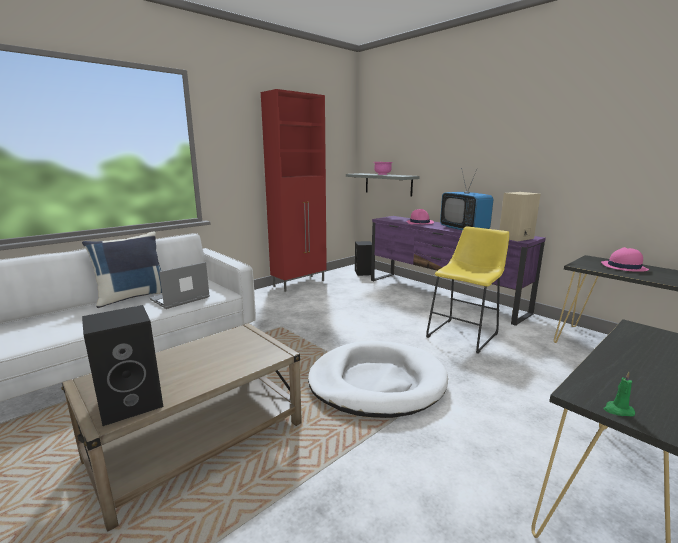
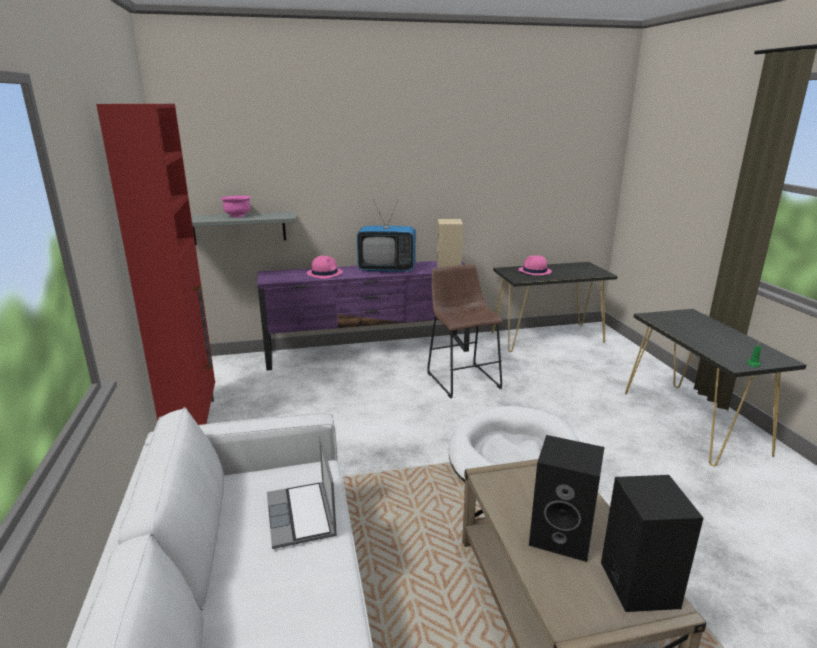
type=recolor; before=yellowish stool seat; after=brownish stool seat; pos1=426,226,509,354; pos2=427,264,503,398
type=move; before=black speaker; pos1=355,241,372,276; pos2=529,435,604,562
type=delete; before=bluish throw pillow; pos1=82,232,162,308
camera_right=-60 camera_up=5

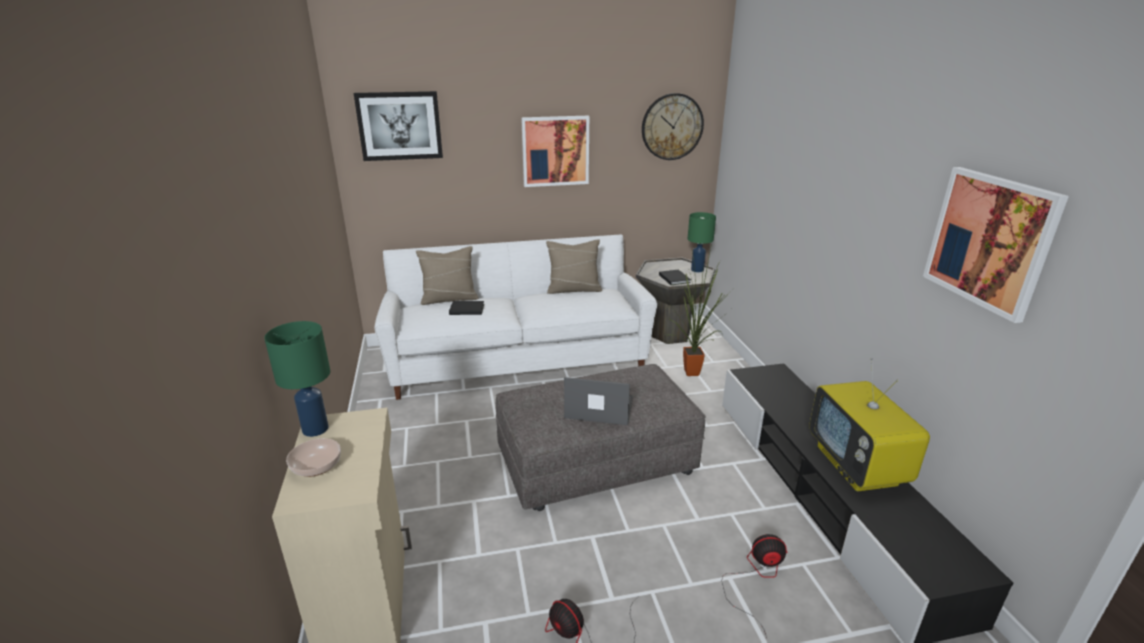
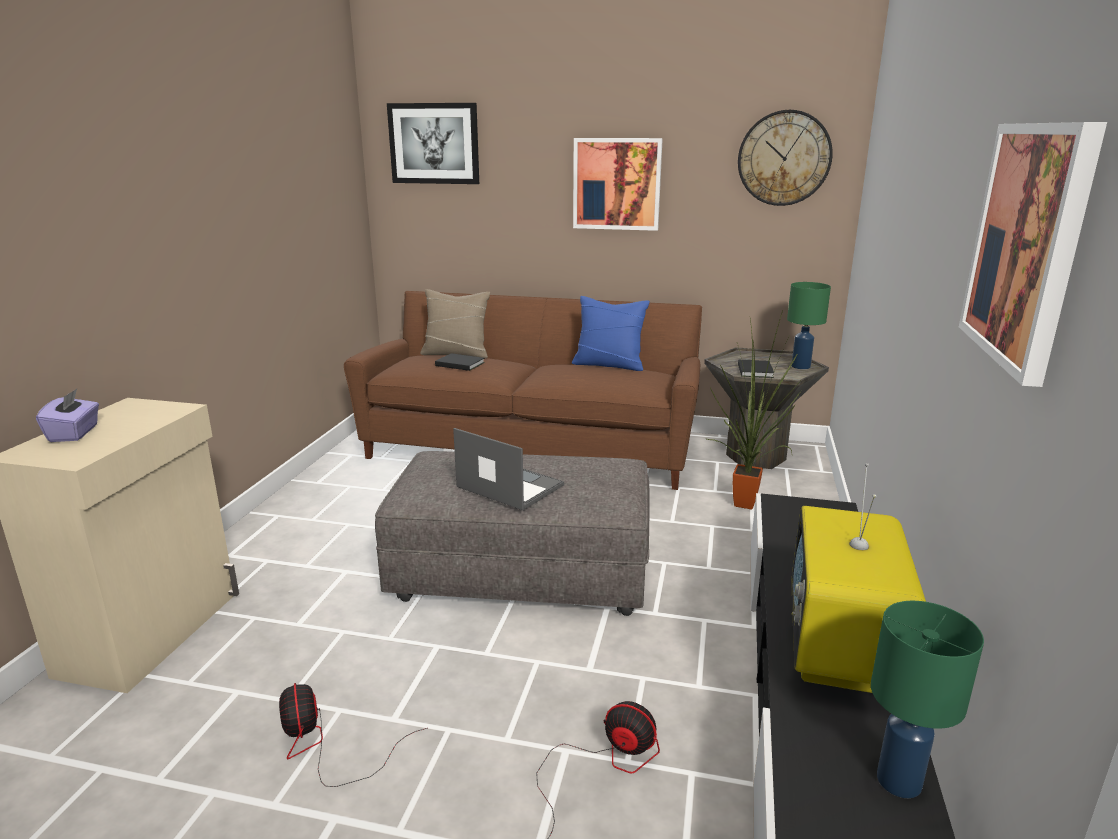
type=replace; before=bowl; after=purplish box of tissues; pos1=286,438,341,477; pos2=36,389,99,442
type=recolor; before=white settee; after=brownish settee; pos1=375,234,657,400; pos2=344,291,702,490
type=recolor; before=beige throw pillow; after=bluish throw pillow; pos1=546,239,602,294; pos2=572,296,650,371
type=move; before=green-coloured tabletop lamp; pos1=264,321,330,437; pos2=871,601,984,798
camera_right=25 camera_up=-5

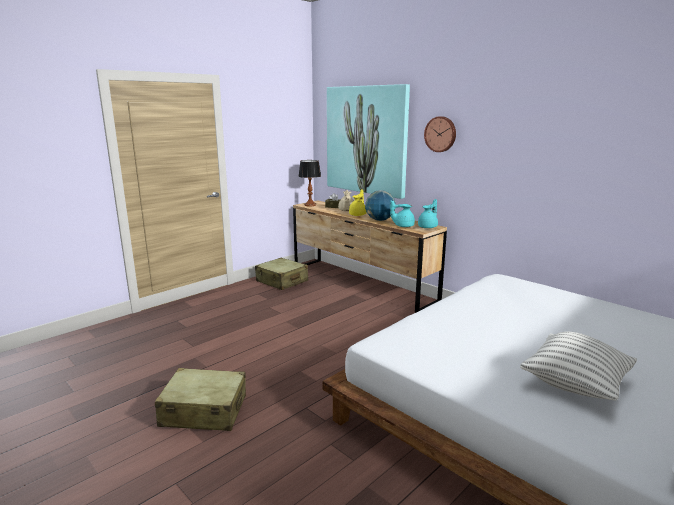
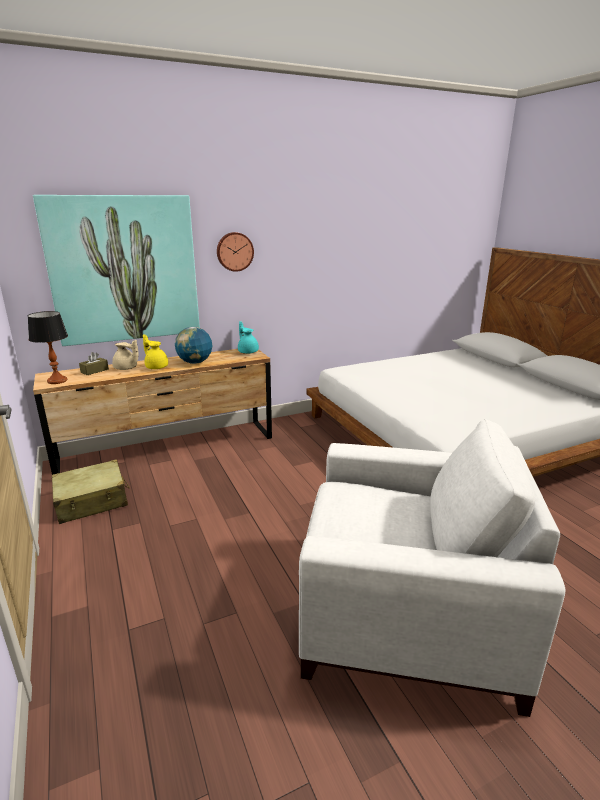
type=replace; before=beige piece of luggage; after=white easy chair; pos1=155,368,246,431; pos2=299,419,566,717
type=delete; before=turquoise-coloured teapot; pos1=390,200,415,227
type=delete; before=throw pillow; pos1=520,332,637,400
camera_right=-70 camera_up=5

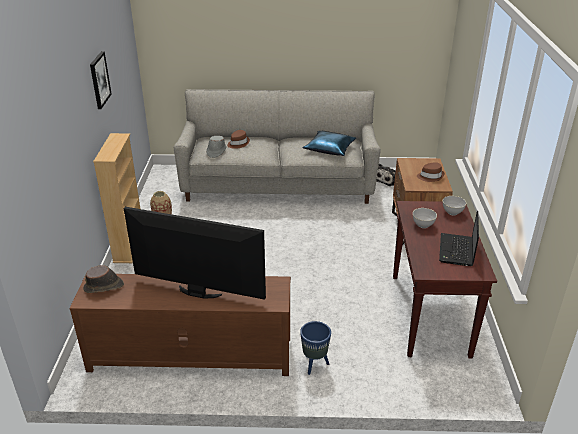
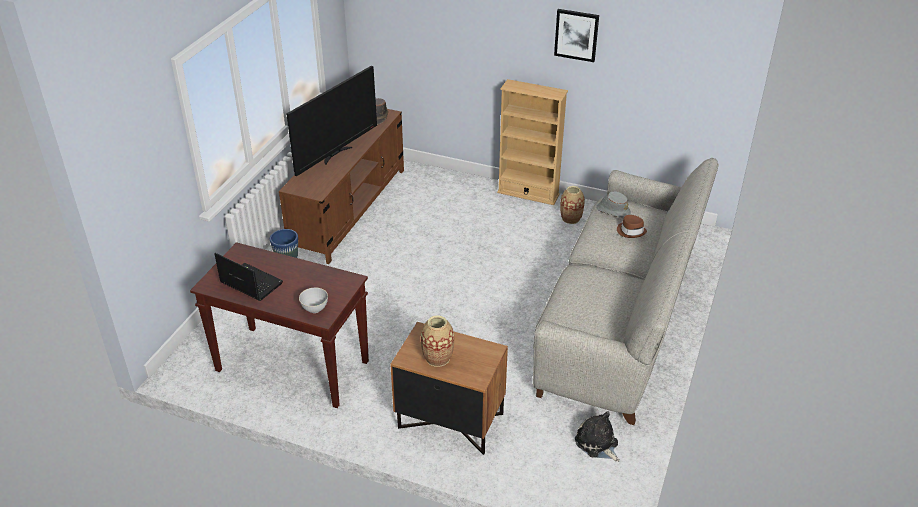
type=replace; before=brownish hat; after=vase; pos1=417,162,445,182; pos2=421,315,454,367
type=delete; before=bluish throw pillow; pos1=302,131,356,156
type=delete; before=grey bowl; pos1=413,208,437,228
camera_right=110 camera_up=5

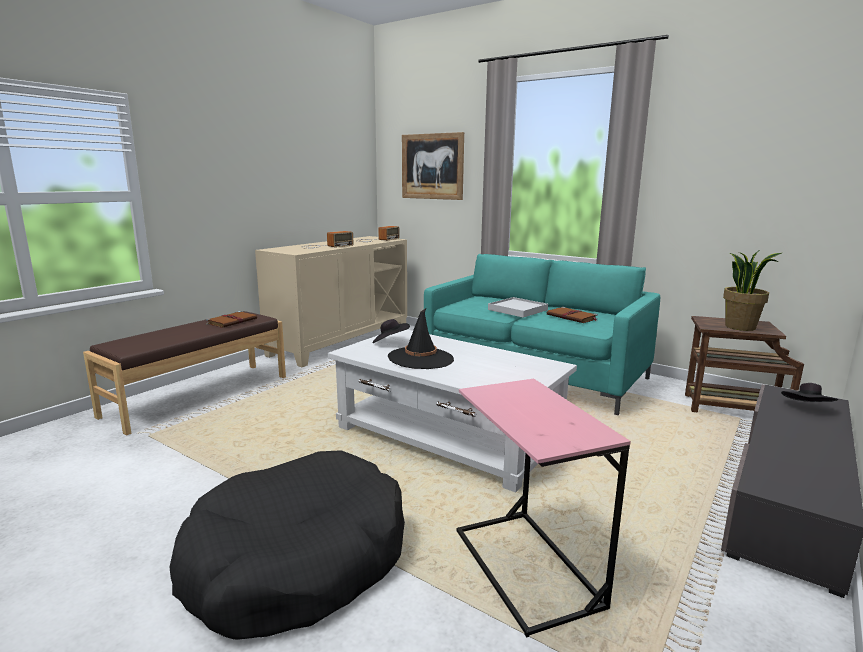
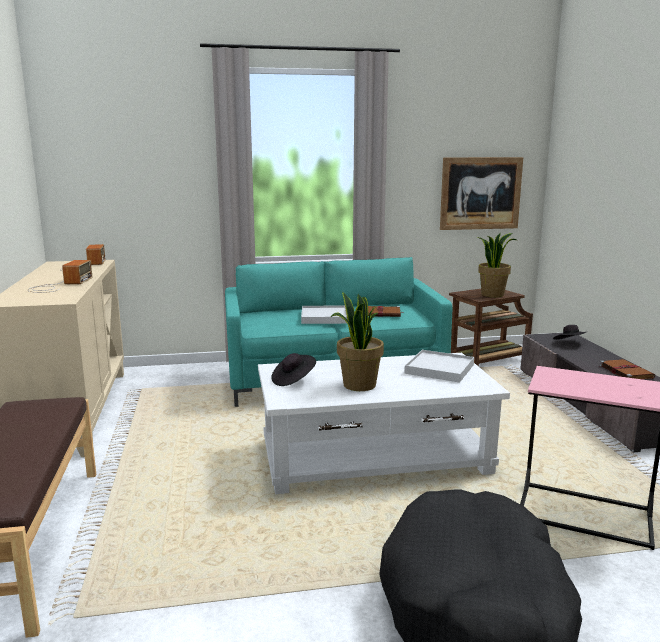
type=replace; before=black hat; after=potted plant; pos1=388,308,454,369; pos2=331,292,384,391
type=insert; after=white serving tray; pos2=404,350,474,383
type=move; before=picture; pos1=402,132,464,200; pos2=440,157,523,230
type=move; before=brownish bound book; pos1=206,311,257,328; pos2=599,359,655,379
camera_right=-45 camera_up=0

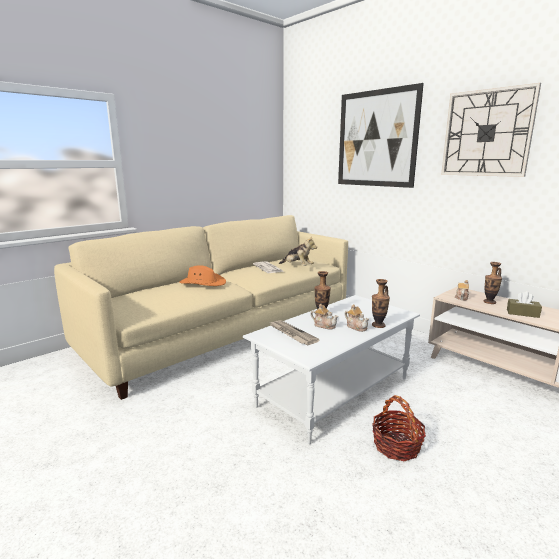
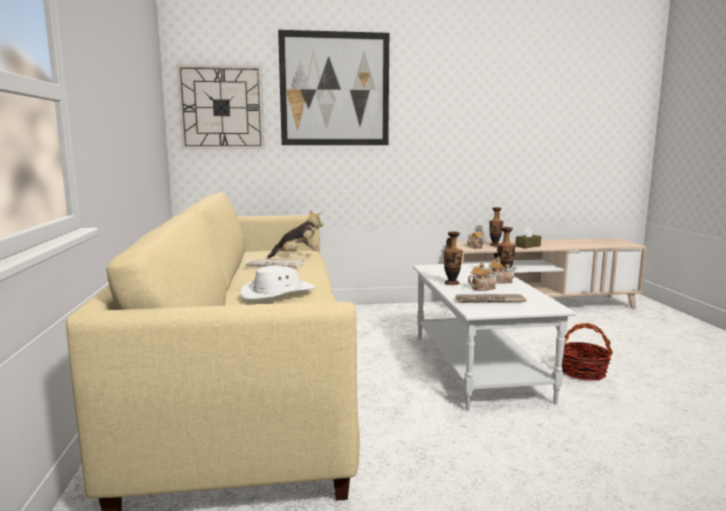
type=move; before=clock on the wall; pos1=441,83,541,177; pos2=176,64,264,149
type=recolor; before=orangey hat; after=white hat; pos1=179,265,226,286; pos2=240,266,315,300
camera_right=-55 camera_up=-5

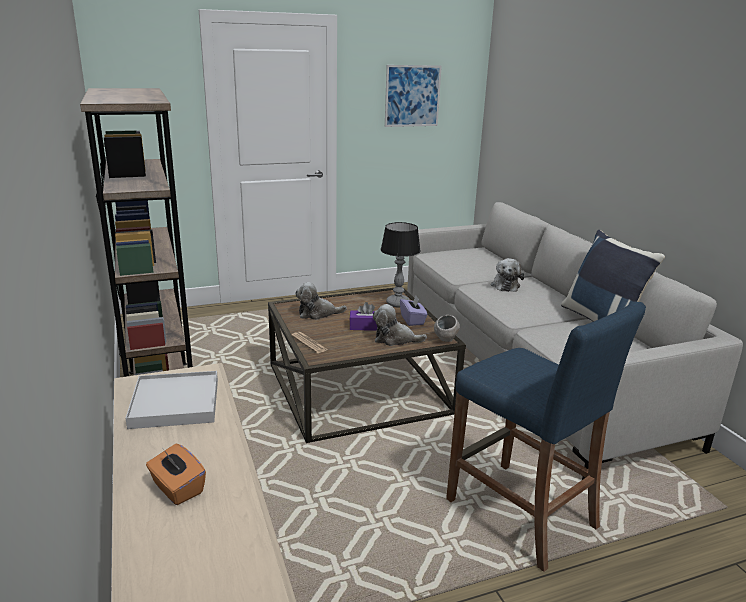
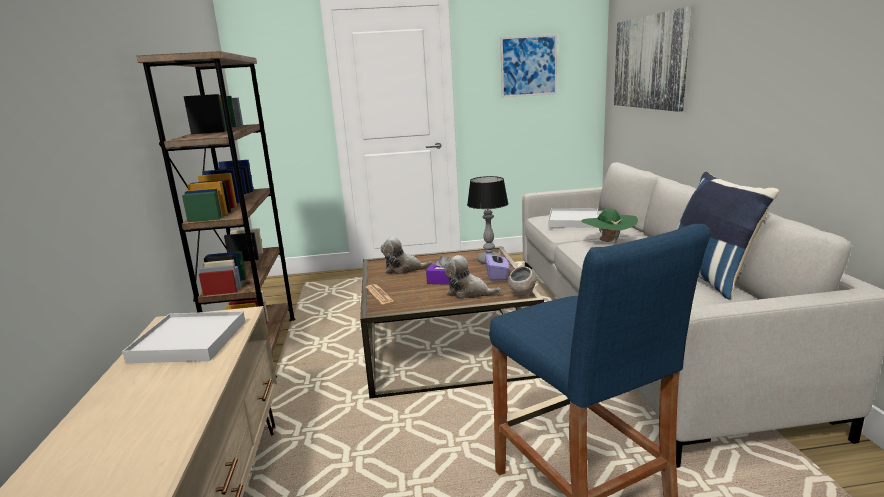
type=insert; after=white serving tray; pos2=548,208,598,228
type=replace; before=soft toy; after=green-coloured hat; pos1=491,258,524,292; pos2=581,209,638,243
type=insert; after=picture; pos2=614,7,692,112
type=delete; before=orangey box of tissues; pos1=146,444,206,505
camera_right=15 camera_up=-5

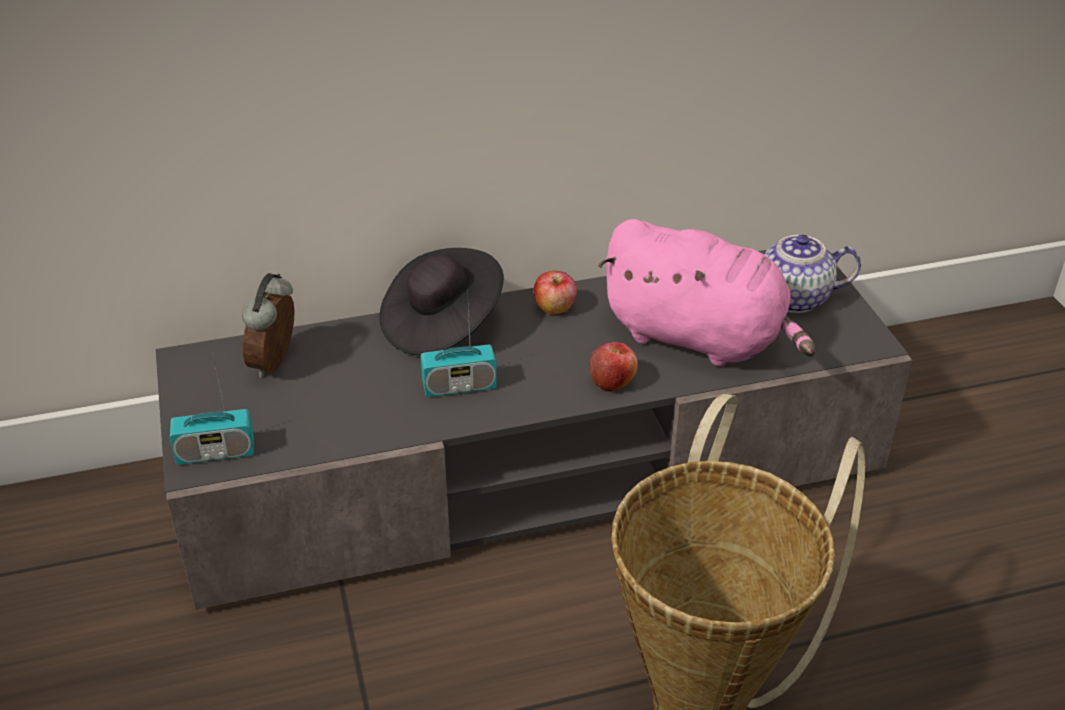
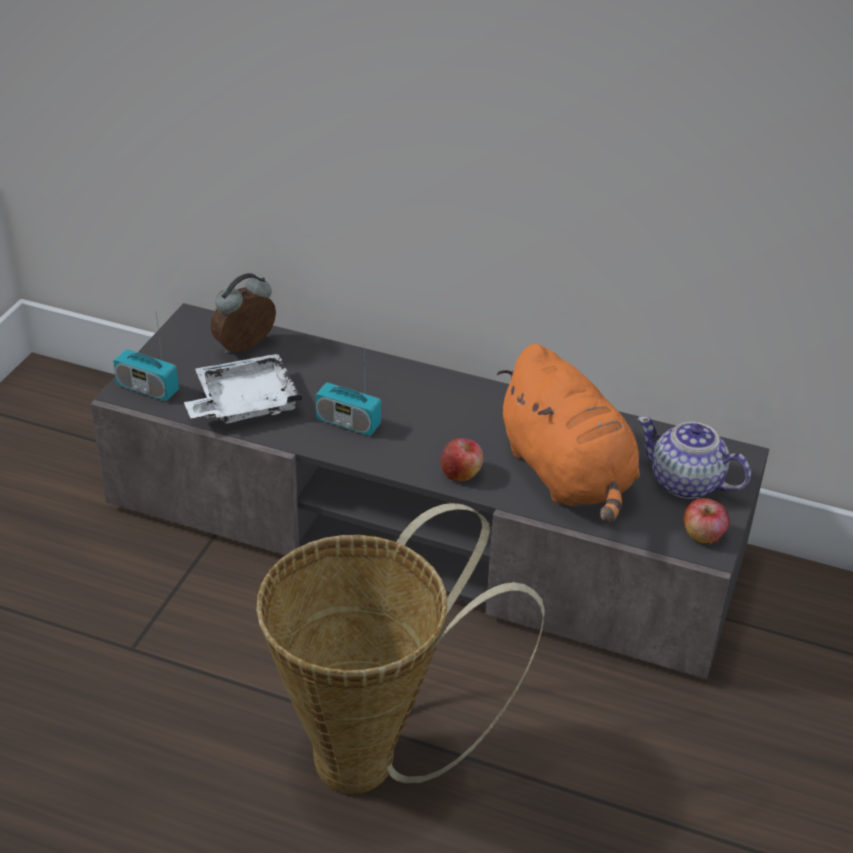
type=insert; after=white serving tray; pos2=184,354,302,424
type=recolor; before=pink soft toy; after=orangey soft toy; pos1=598,219,816,366; pos2=497,344,640,524
type=move; before=whole apple; pos1=533,271,577,315; pos2=684,498,729,544
type=delete; before=black hat; pos1=379,248,504,355
camera_right=35 camera_up=0

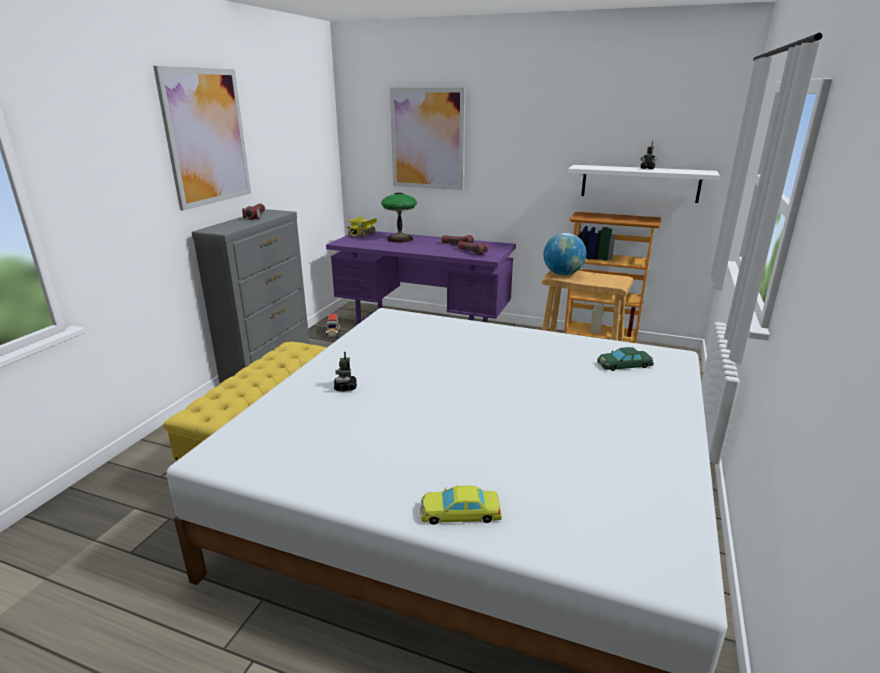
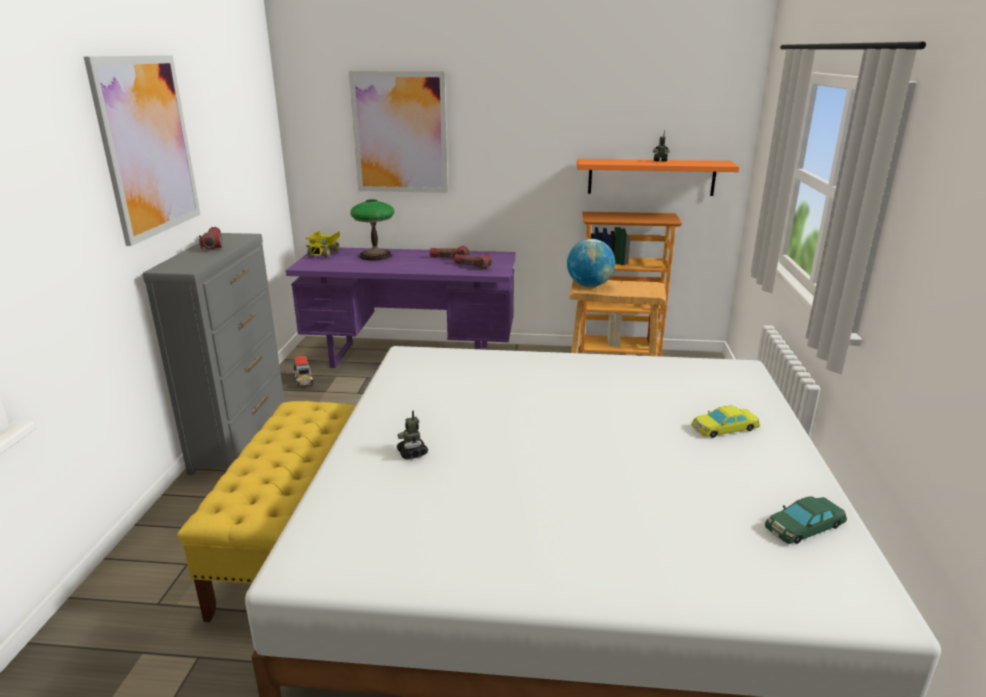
type=recolor; before=white shelf; after=orangey shelf; pos1=568,165,720,203; pos2=577,159,739,196
type=move; before=yellowish miniature car; pos1=420,486,502,525; pos2=692,406,760,438
type=move; before=green-coloured miniature car; pos1=597,347,654,371; pos2=765,496,847,544
camera_right=-15 camera_up=0

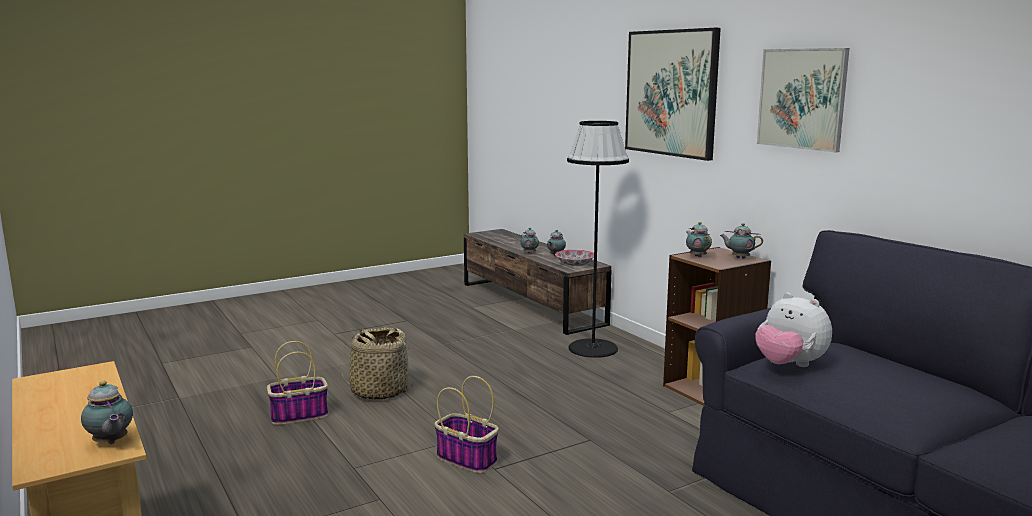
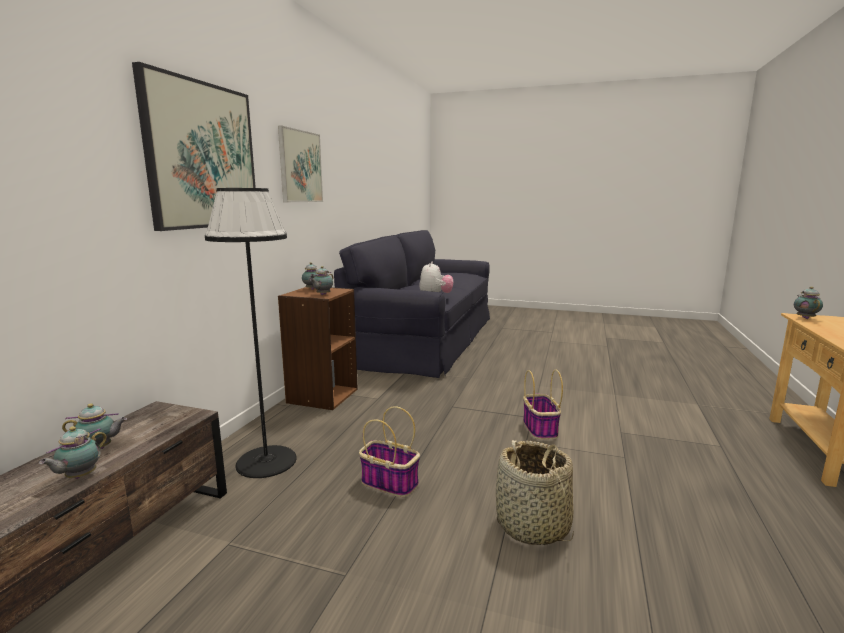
type=move; before=household basket; pos1=267,341,328,425; pos2=359,406,420,497
type=delete; before=bowl; pos1=555,250,594,266
camera_right=-130 camera_up=0

